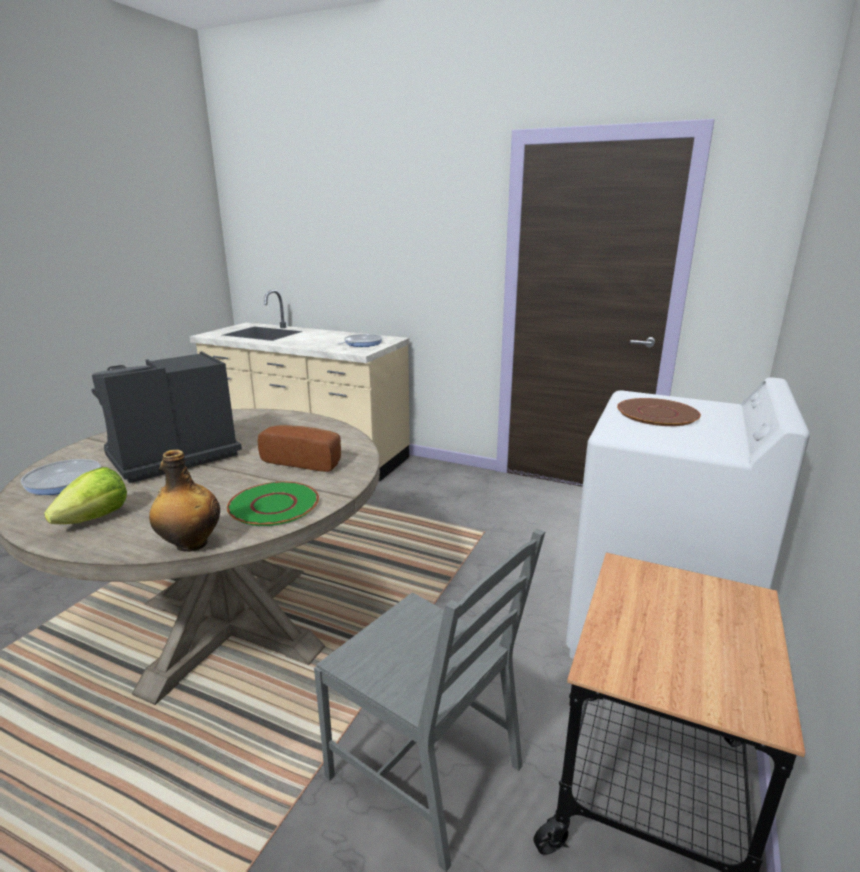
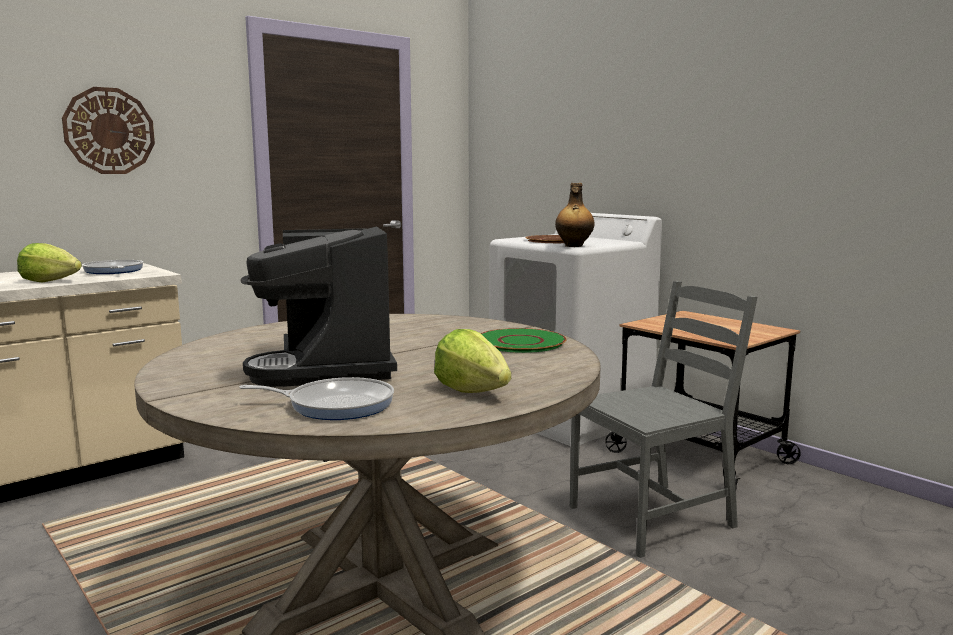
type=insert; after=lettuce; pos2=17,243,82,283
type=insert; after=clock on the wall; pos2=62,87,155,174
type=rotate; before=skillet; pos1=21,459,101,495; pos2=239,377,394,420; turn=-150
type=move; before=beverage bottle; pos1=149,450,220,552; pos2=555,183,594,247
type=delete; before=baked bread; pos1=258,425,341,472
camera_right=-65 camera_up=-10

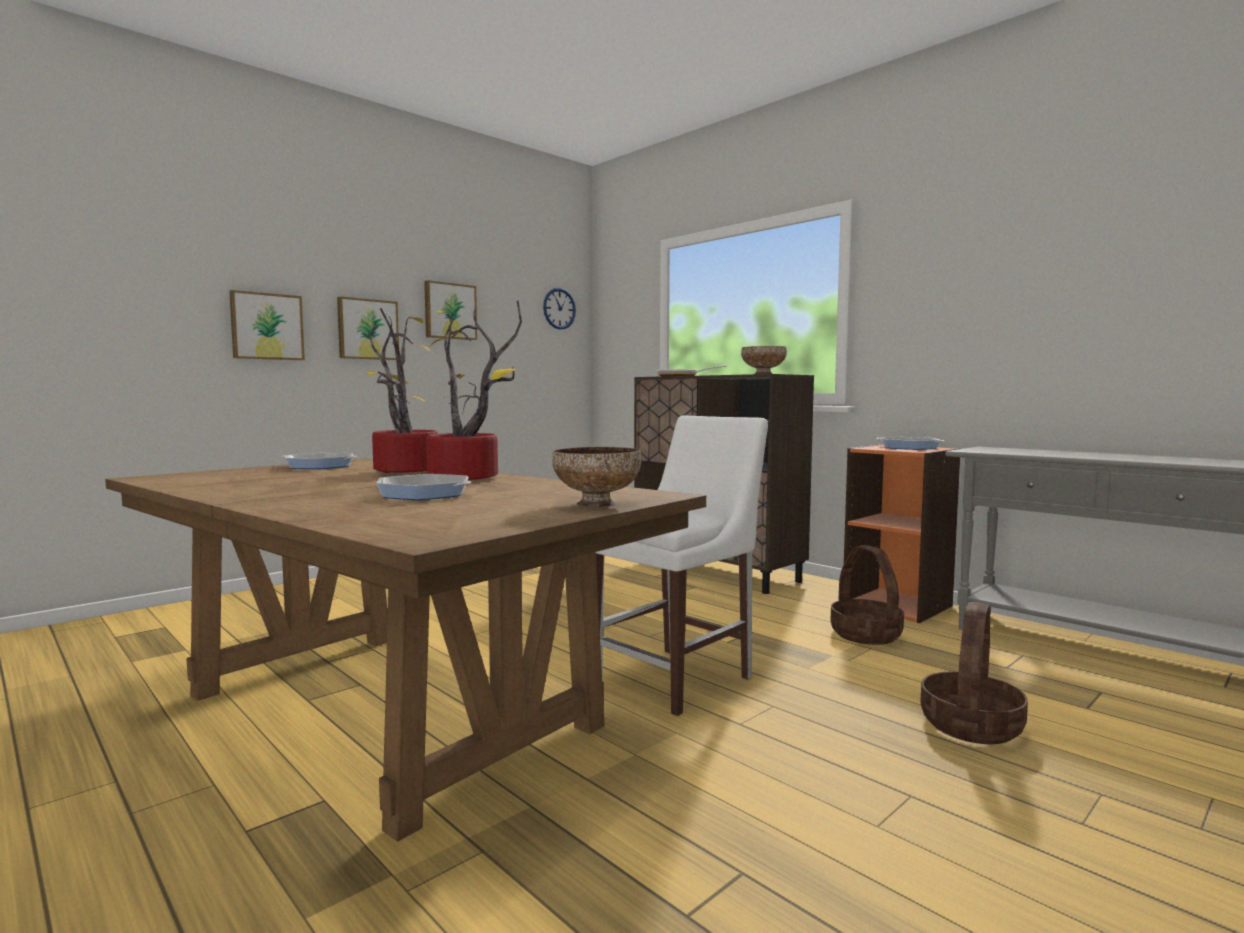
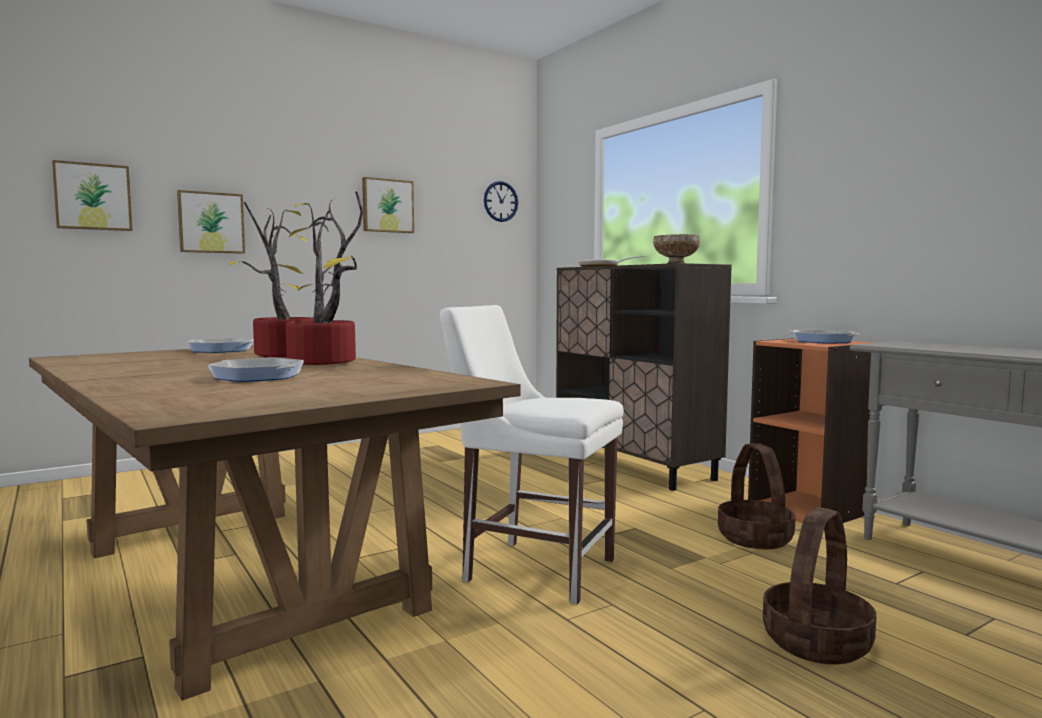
type=move; before=picture; pos1=337,296,399,360; pos2=52,160,133,231
type=rotate; before=white plain chair; pos1=596,416,768,716; pos2=440,305,624,604; turn=-120
type=delete; before=bowl; pos1=552,447,641,507
camera_right=10 camera_up=0

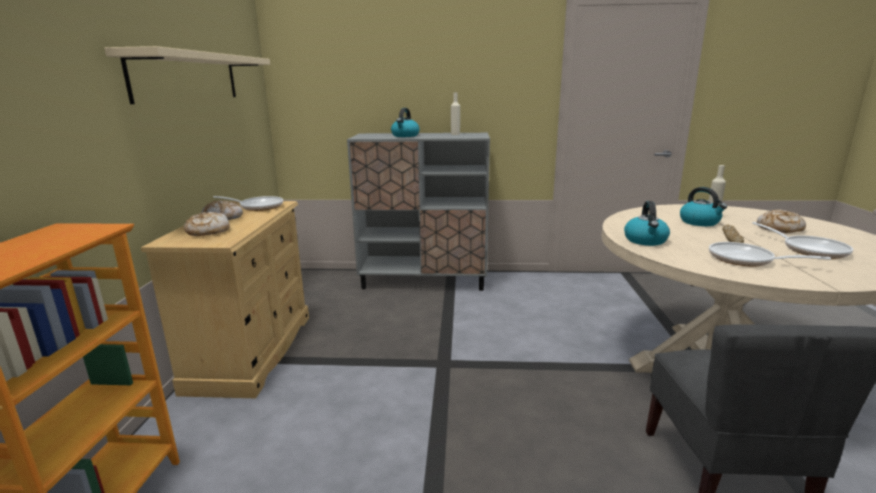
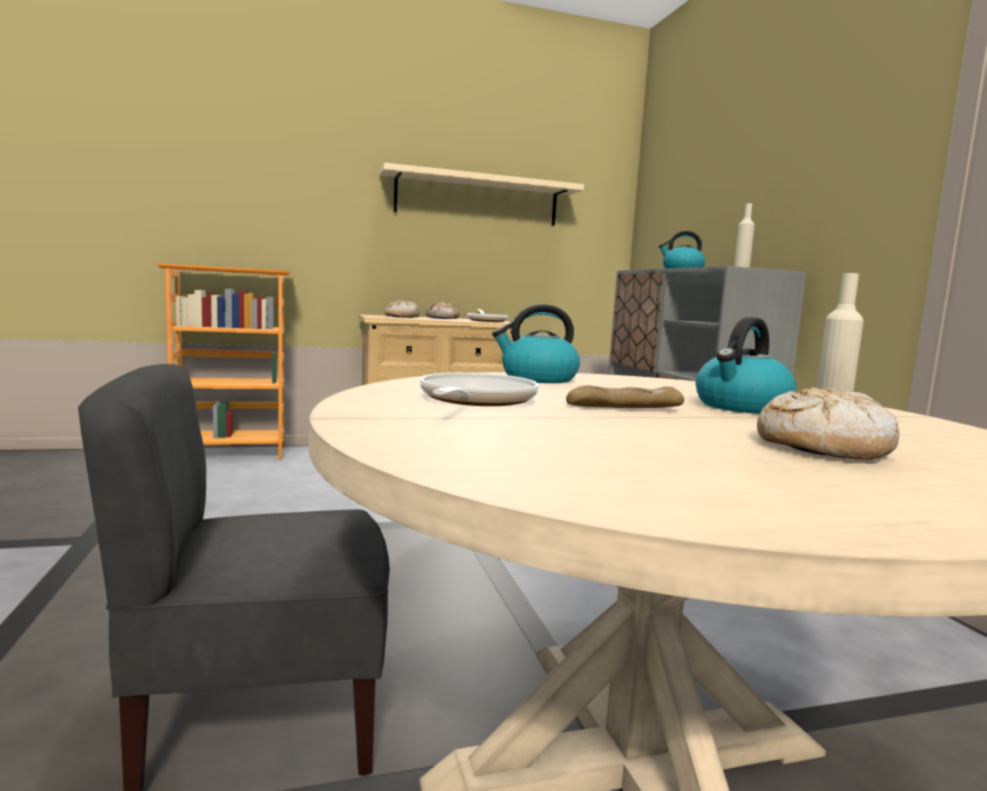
type=delete; before=skillet; pos1=752,222,853,259
camera_right=70 camera_up=-10

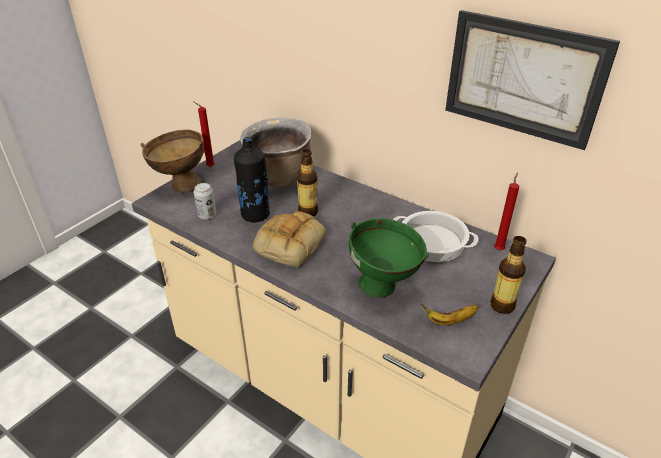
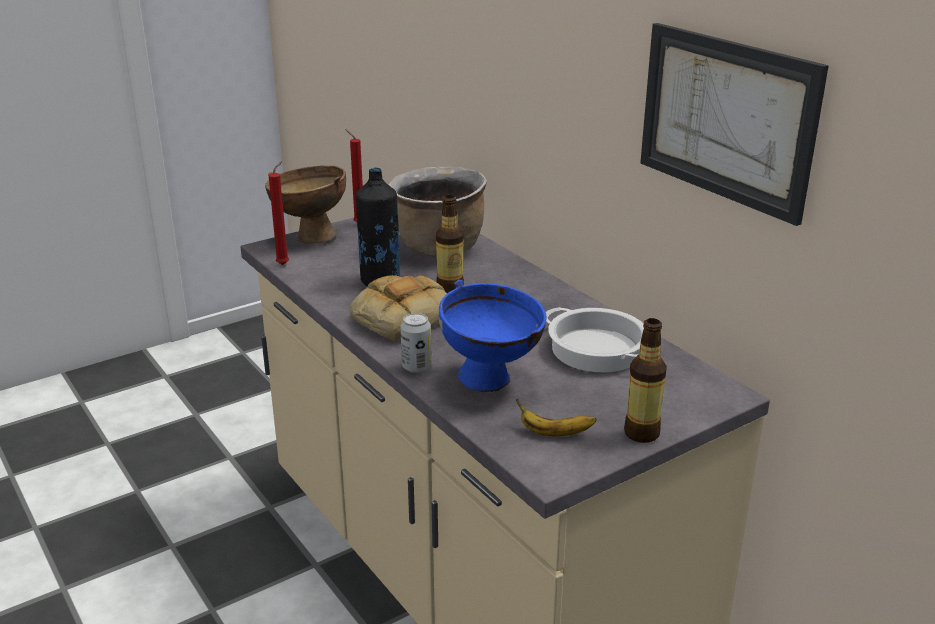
type=move; before=red candle; pos1=494,172,519,250; pos2=269,161,289,265
type=move; before=sealed can; pos1=194,183,216,220; pos2=400,313,432,373
type=recolor; before=green-coloured bowl; after=bluish bowl; pos1=349,218,429,298; pos2=438,280,546,392
camera_right=20 camera_up=-10

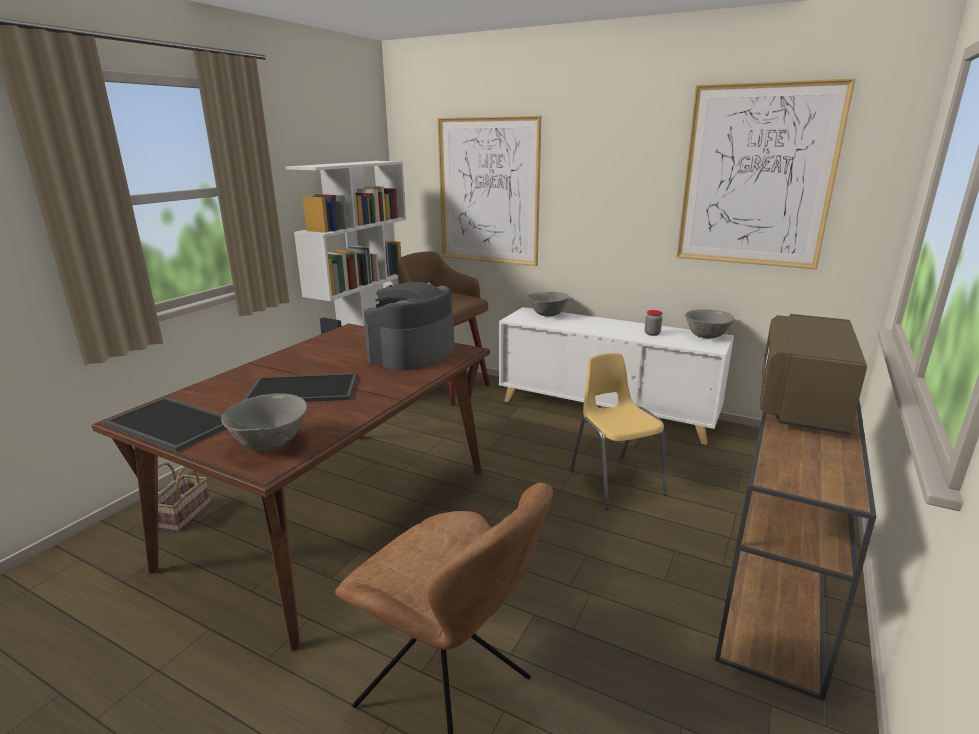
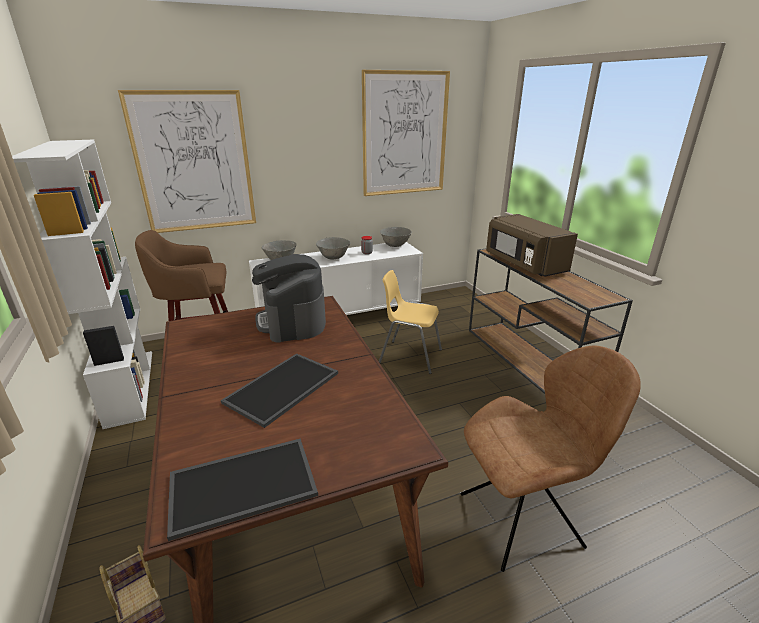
type=move; before=grey bowl; pos1=221,393,307,451; pos2=316,237,350,260
camera_right=-50 camera_up=5

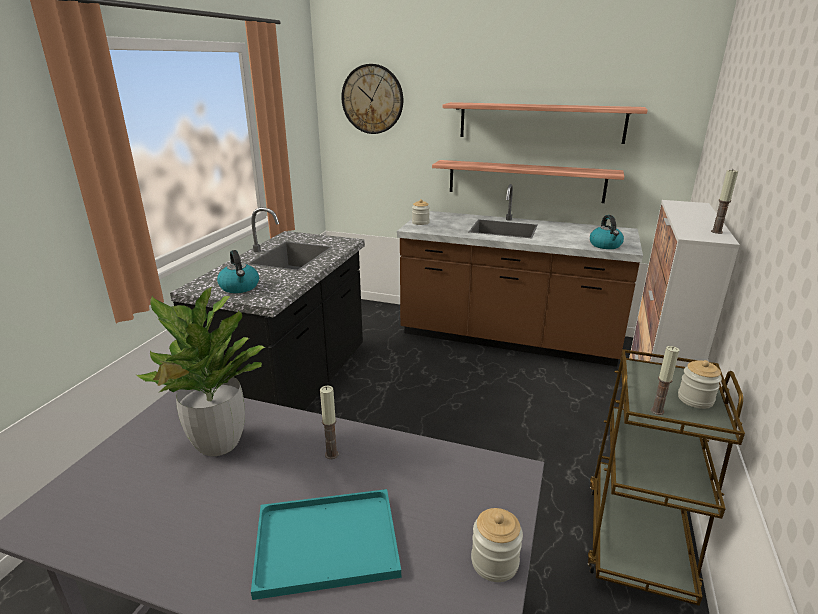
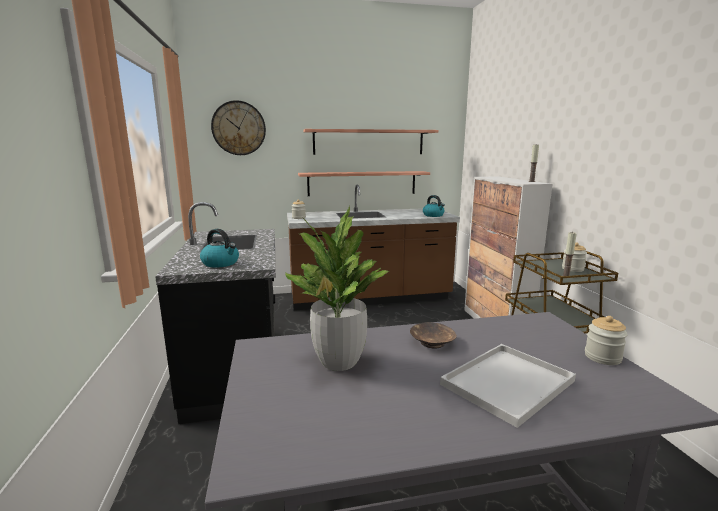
type=replace; before=candle; after=brownish bowl; pos1=320,386,339,459; pos2=410,322,457,348
type=recolor; before=turquoise-coloured serving tray; after=white serving tray; pos1=251,489,401,600; pos2=440,344,576,428
camera_right=-30 camera_up=-10

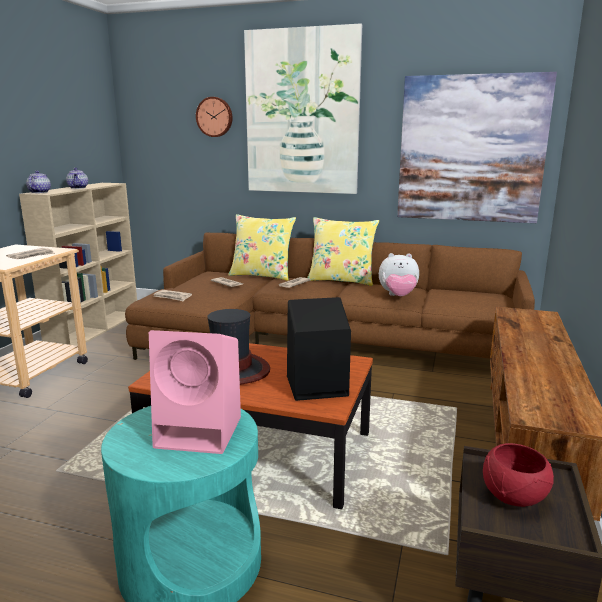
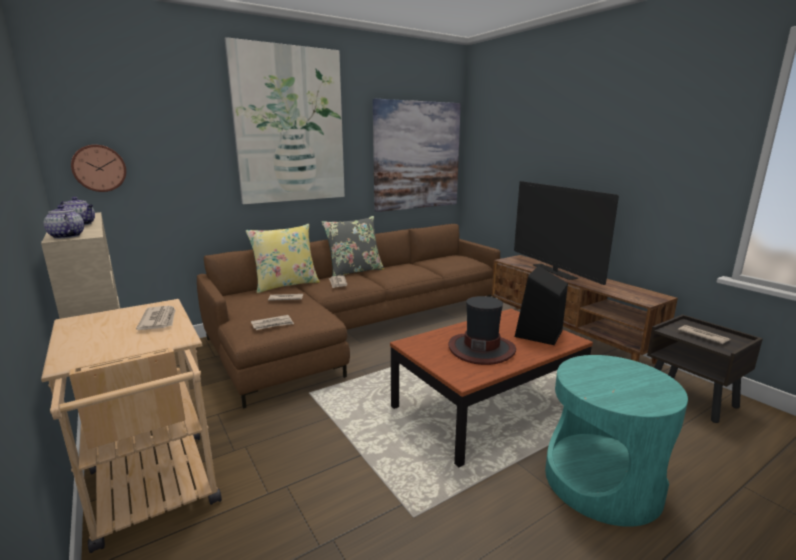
type=move; before=clock on the wall; pos1=196,97,232,137; pos2=71,145,126,192
type=recolor; before=yellowish throw pillow; after=grey throw pillow; pos1=307,217,379,286; pos2=322,216,384,276
type=insert; after=TV; pos2=514,181,619,285
type=replace; before=red bowl; after=daily paper; pos1=483,443,554,507; pos2=678,325,730,344
type=delete; before=pink speaker; pos1=149,330,241,454
type=delete; before=soft toy; pos1=379,253,419,296
camera_right=-50 camera_up=0

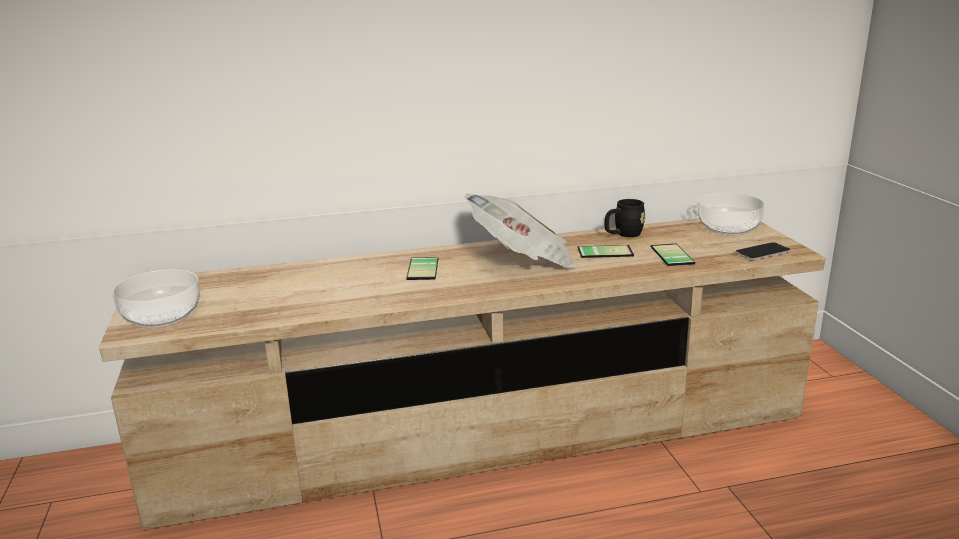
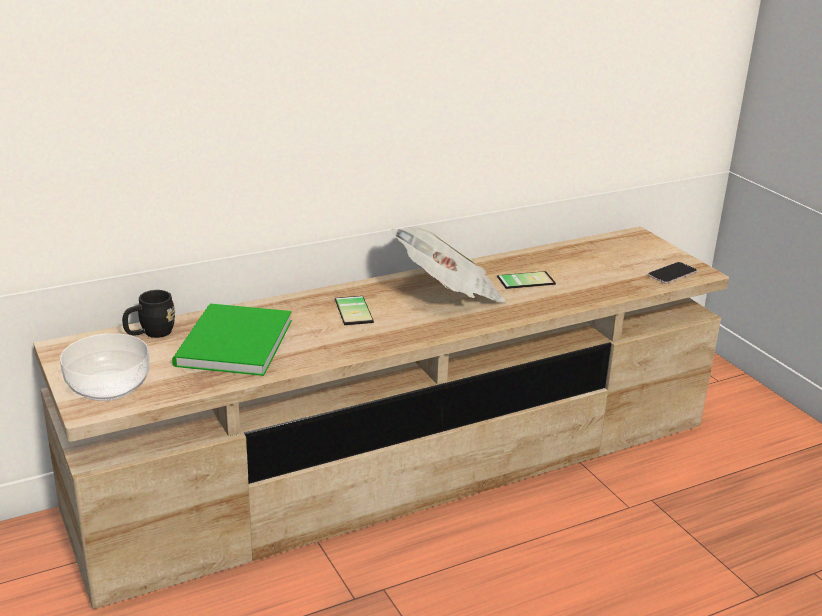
type=move; before=black mug; pos1=604,199,646,237; pos2=122,290,175,338
type=insert; after=green-coloured bound book; pos2=172,303,292,376
type=delete; before=handset; pos1=651,243,695,266
type=delete; before=bowl; pos1=698,193,765,235
camera_right=-15 camera_up=5

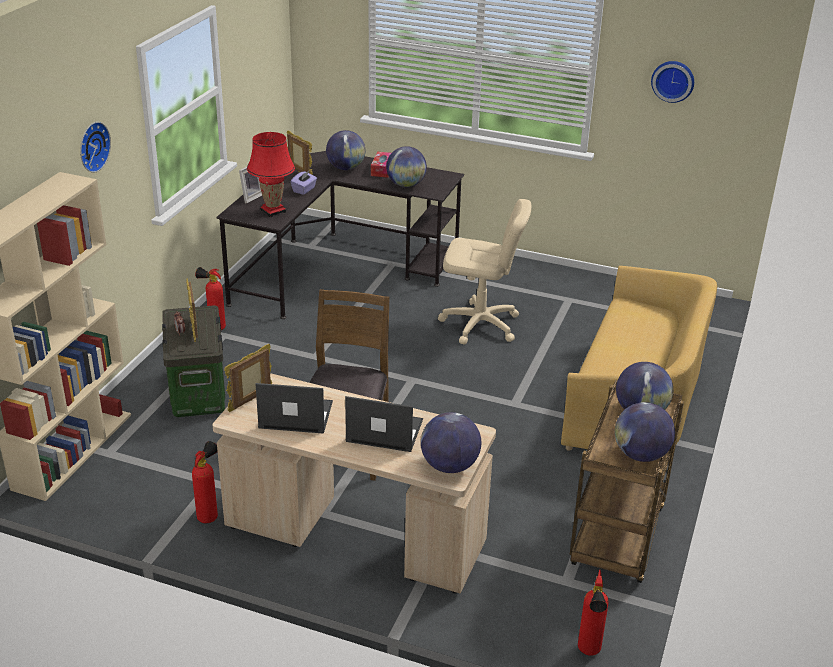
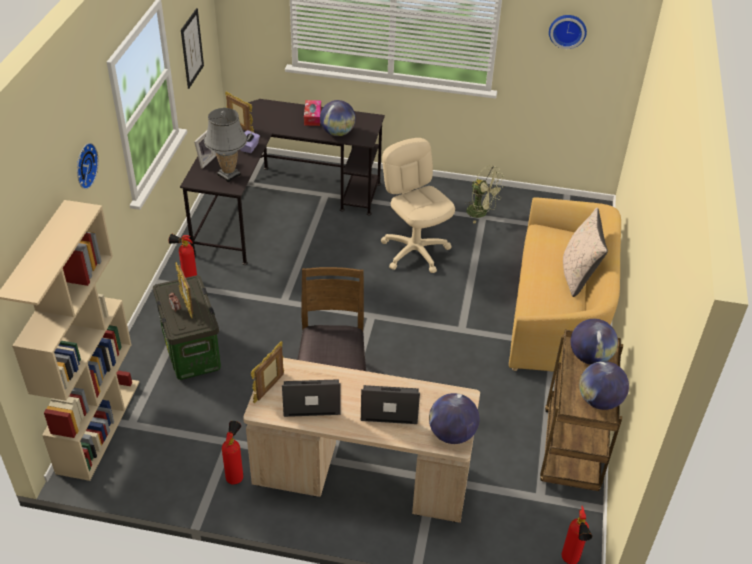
type=insert; after=picture; pos2=181,8,204,89
type=recolor; before=red tabletop lamp; after=grey tabletop lamp; pos1=247,132,295,217; pos2=204,108,247,182
type=rotate; before=beige desk chair; pos1=438,199,531,345; pos2=381,138,455,273; turn=-120
type=insert; after=green-coloured electric fan; pos2=465,165,504,224
type=insert; after=beige throw pillow; pos2=563,207,608,297
type=delete; before=world globe; pos1=326,130,365,170
camera_right=-10 camera_up=10

